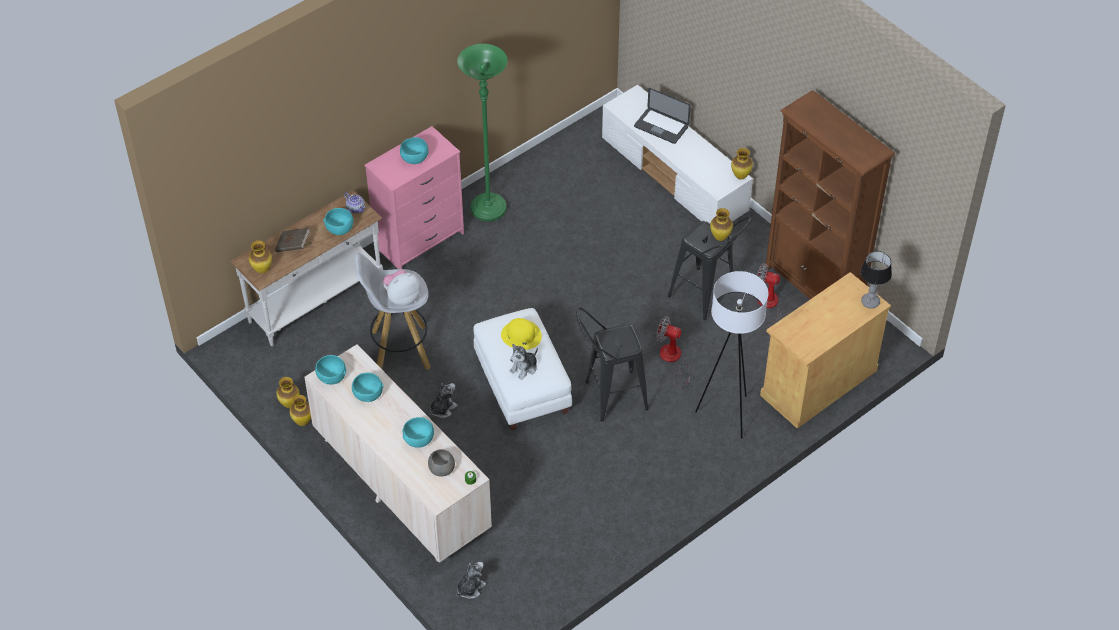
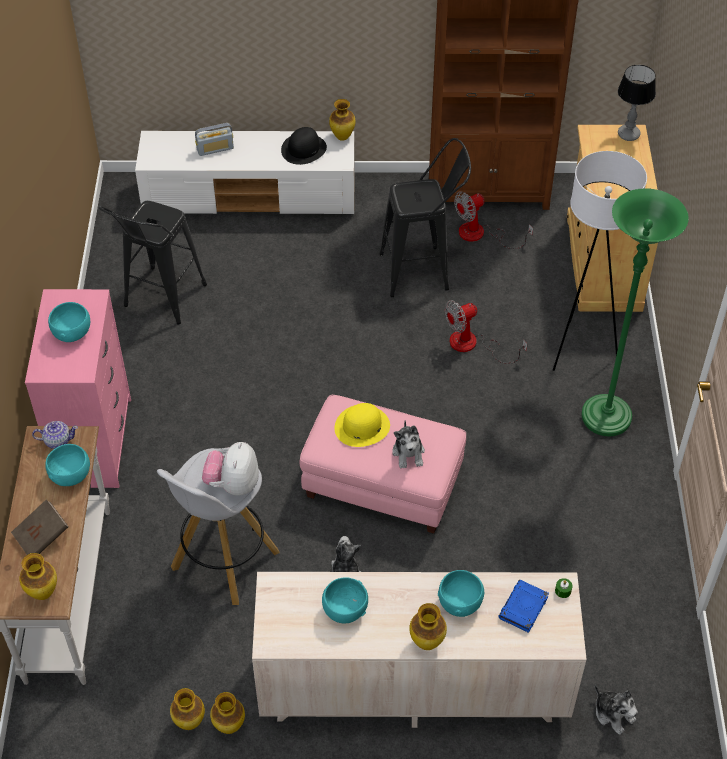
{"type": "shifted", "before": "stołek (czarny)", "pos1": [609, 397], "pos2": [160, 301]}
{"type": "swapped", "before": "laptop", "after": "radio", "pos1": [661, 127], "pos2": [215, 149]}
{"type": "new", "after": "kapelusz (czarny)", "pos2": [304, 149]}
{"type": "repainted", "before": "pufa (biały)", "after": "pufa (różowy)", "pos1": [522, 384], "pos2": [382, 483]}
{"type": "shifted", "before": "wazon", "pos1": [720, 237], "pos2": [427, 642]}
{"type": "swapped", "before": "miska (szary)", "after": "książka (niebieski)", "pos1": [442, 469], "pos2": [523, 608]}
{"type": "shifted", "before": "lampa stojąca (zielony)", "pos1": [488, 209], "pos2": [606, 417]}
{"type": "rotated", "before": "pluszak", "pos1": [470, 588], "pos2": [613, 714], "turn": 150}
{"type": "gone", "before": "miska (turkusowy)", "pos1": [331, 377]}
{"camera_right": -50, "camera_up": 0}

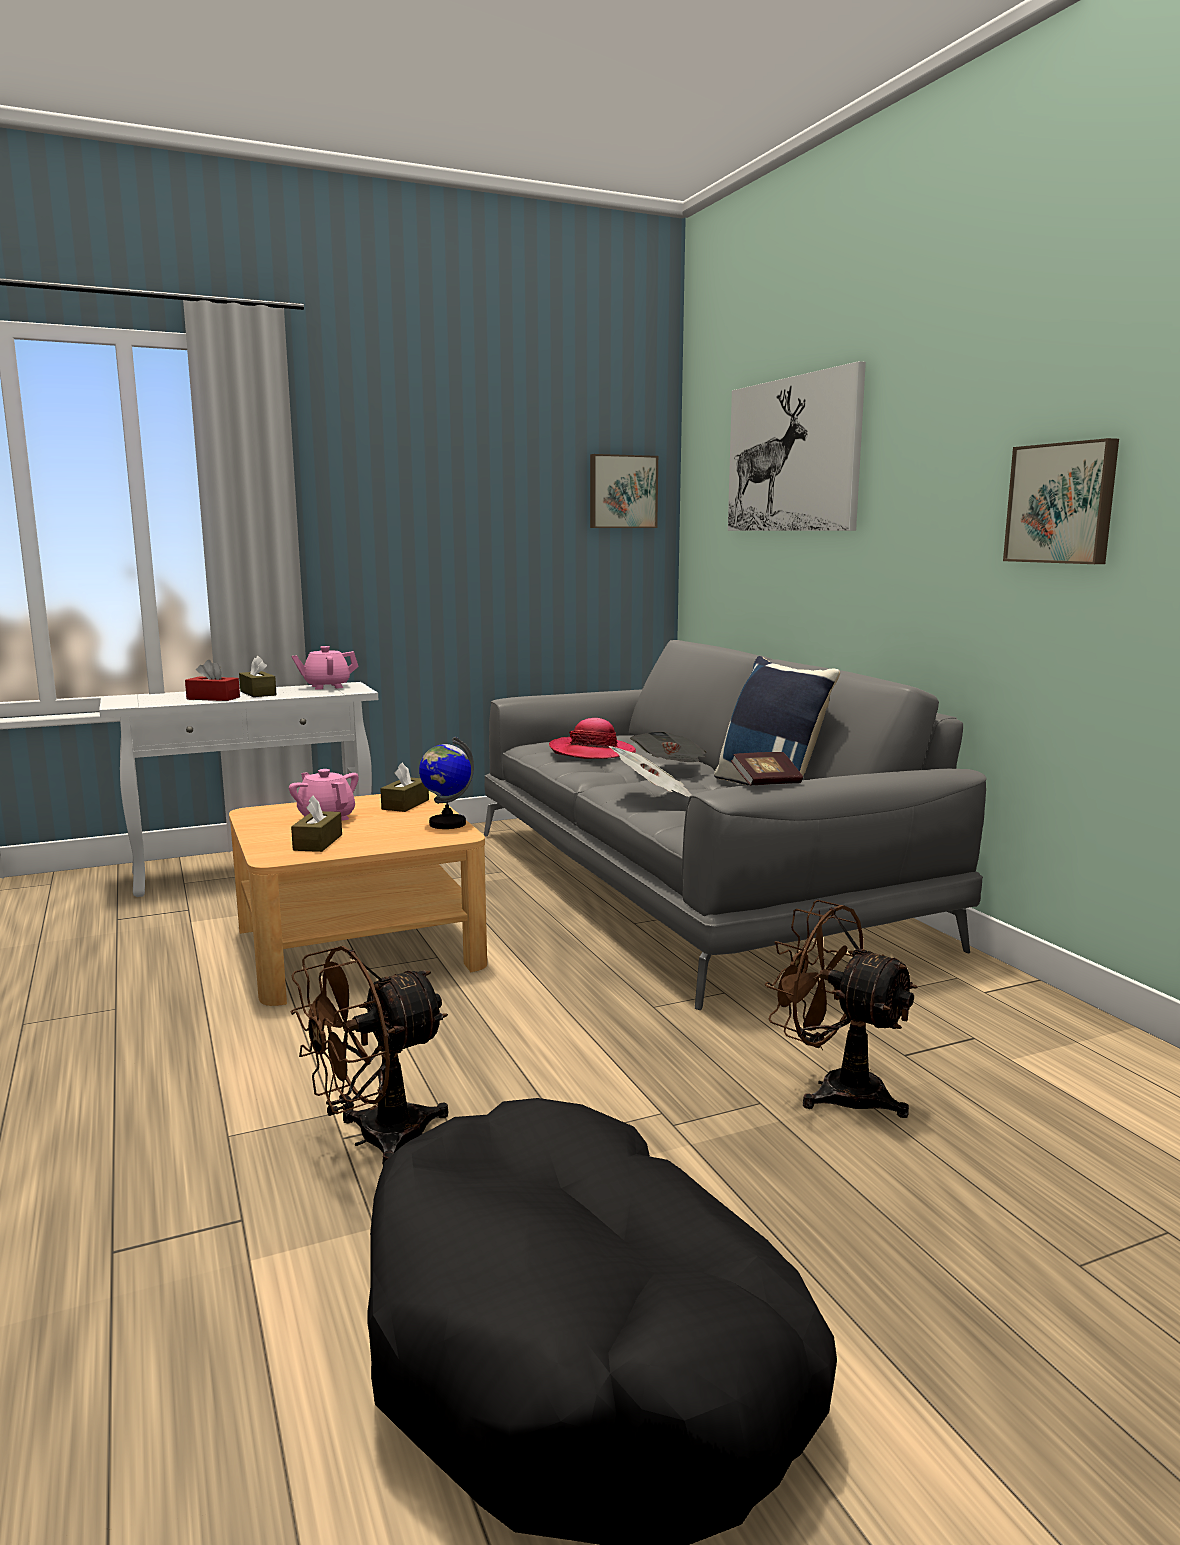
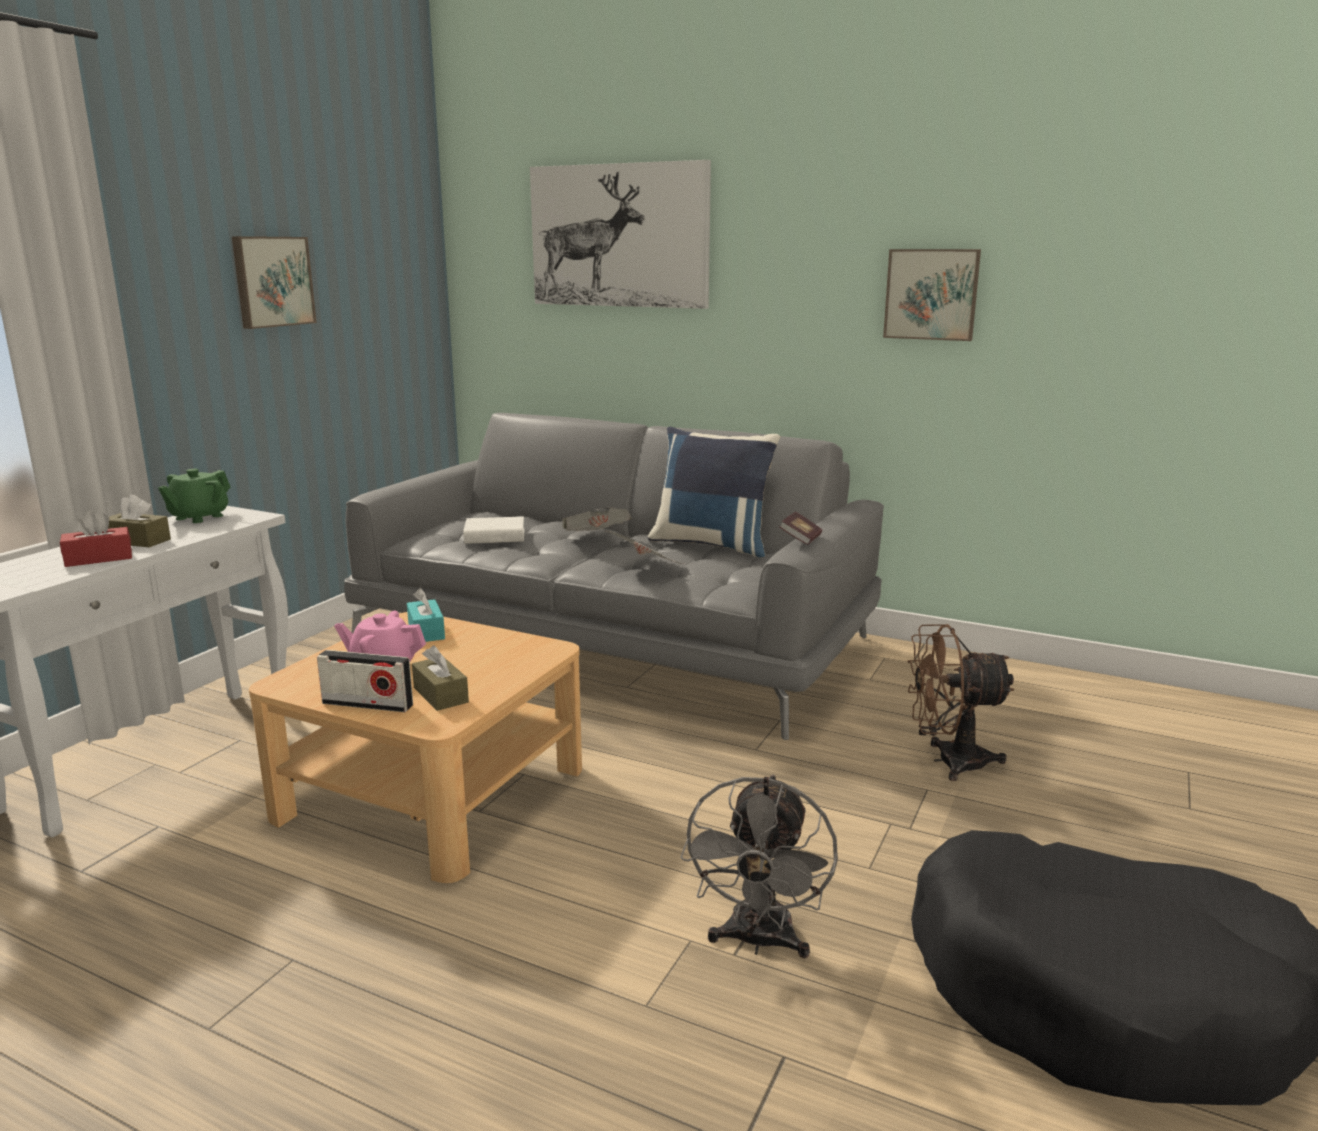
{"type": "repainted", "before": "imbryk (różowy)", "after": "imbryk (zielony)", "pos1": [326, 687], "pos2": [198, 517]}
{"type": "shifted", "before": "obraz", "pos1": [622, 492], "pos2": [272, 281]}
{"type": "new", "after": "radio", "pos2": [367, 704]}
{"type": "repainted", "before": "pudełko chusteczek (brązowy)", "after": "pudełko chusteczek (turkusowy)", "pos1": [405, 804], "pos2": [426, 631]}
{"type": "swapped", "before": "kapelusz", "after": "książka (biały)", "pos1": [592, 752], "pos2": [495, 537]}
{"type": "repainted", "before": "wentylator (brązowy)", "after": "wentylator (szary)", "pos1": [375, 1139], "pos2": [759, 942]}
{"type": "gone", "before": "globus", "pos1": [447, 824]}
{"camera_right": -40, "camera_up": 5}

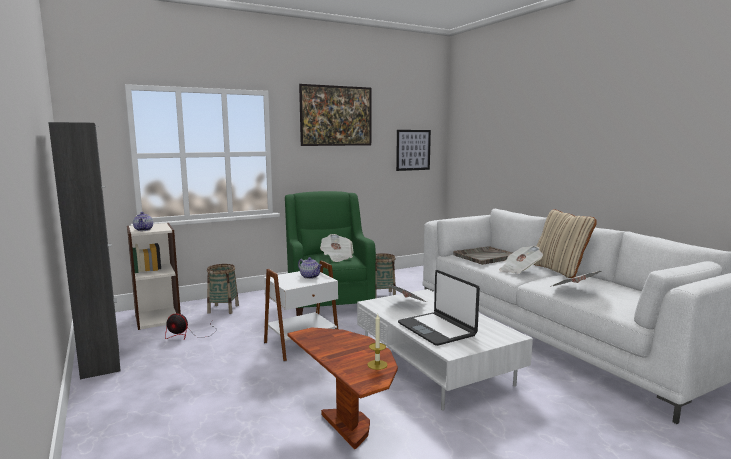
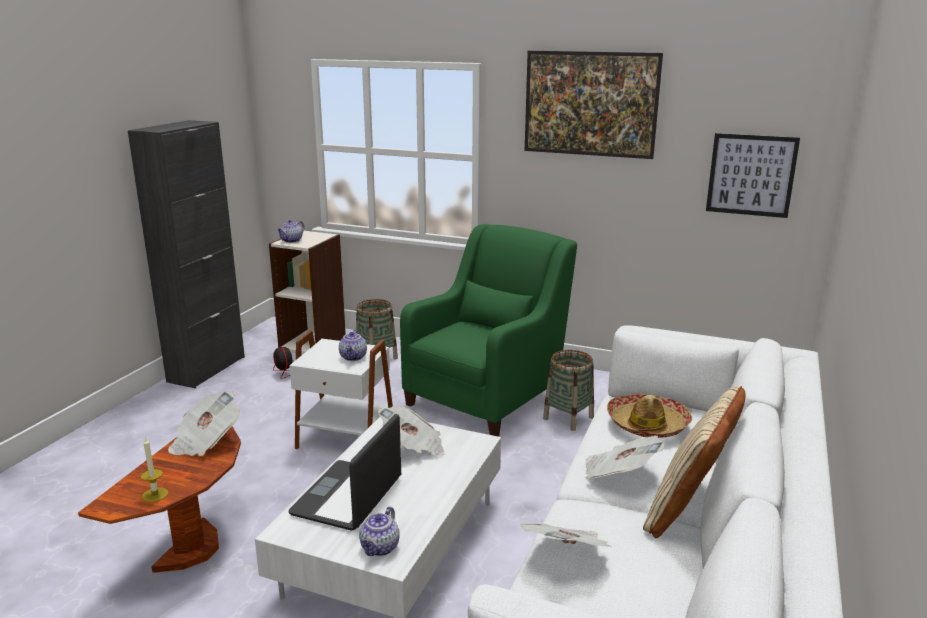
{"type": "shifted", "before": "gazeta", "pos1": [337, 257], "pos2": [205, 441]}
{"type": "new", "after": "imbryk", "pos2": [380, 548]}
{"type": "swapped", "before": "taca (szary)", "after": "kapelusz", "pos1": [485, 256], "pos2": [647, 424]}
{"camera_right": 50, "camera_up": 10}

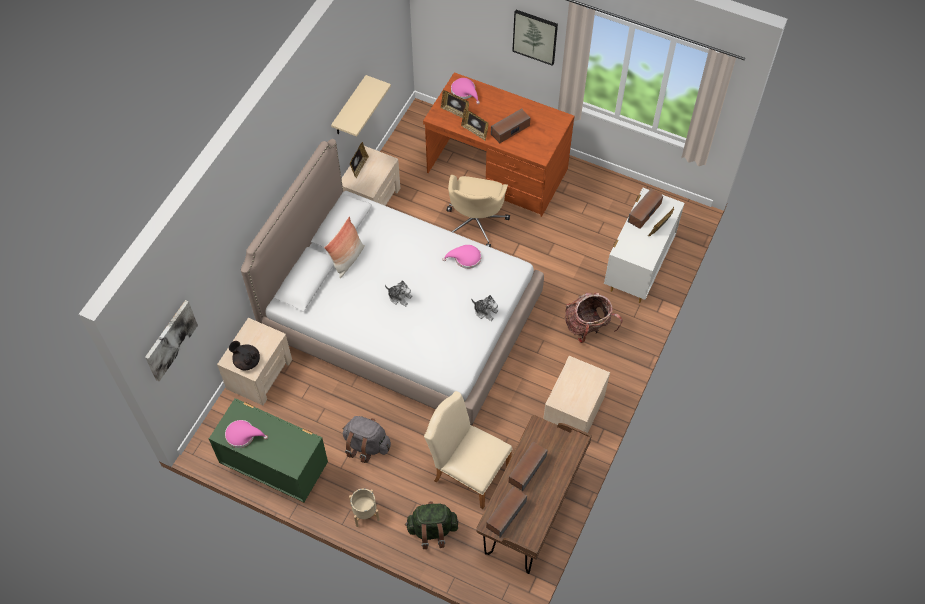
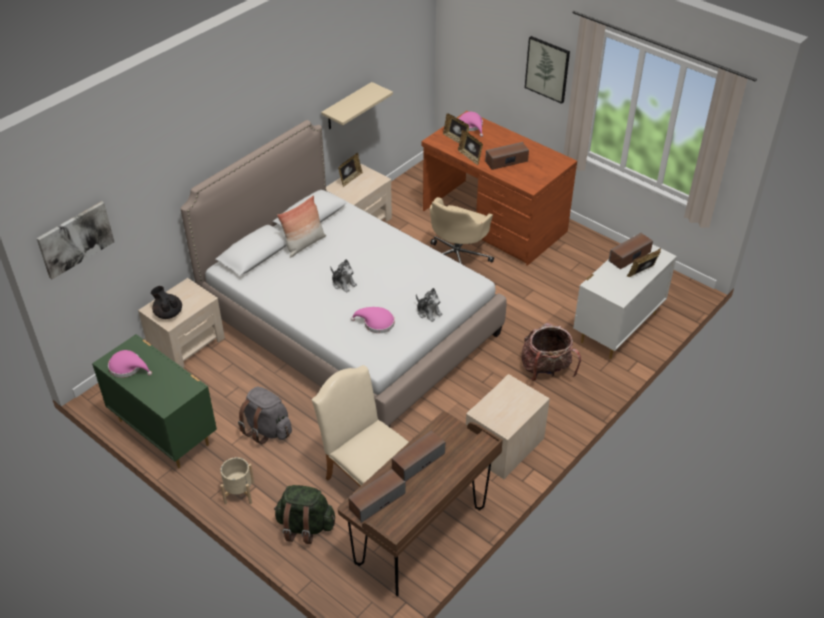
{"type": "shifted", "before": "kapelusz (różowy)", "pos1": [465, 258], "pos2": [376, 323]}
{"camera_right": 15, "camera_up": -15}

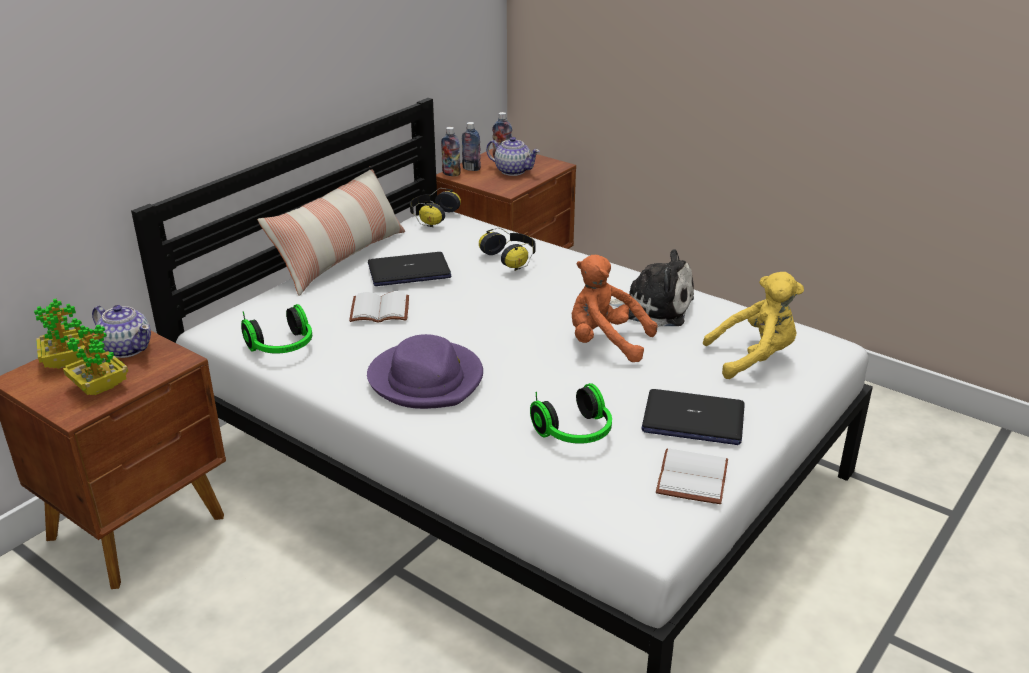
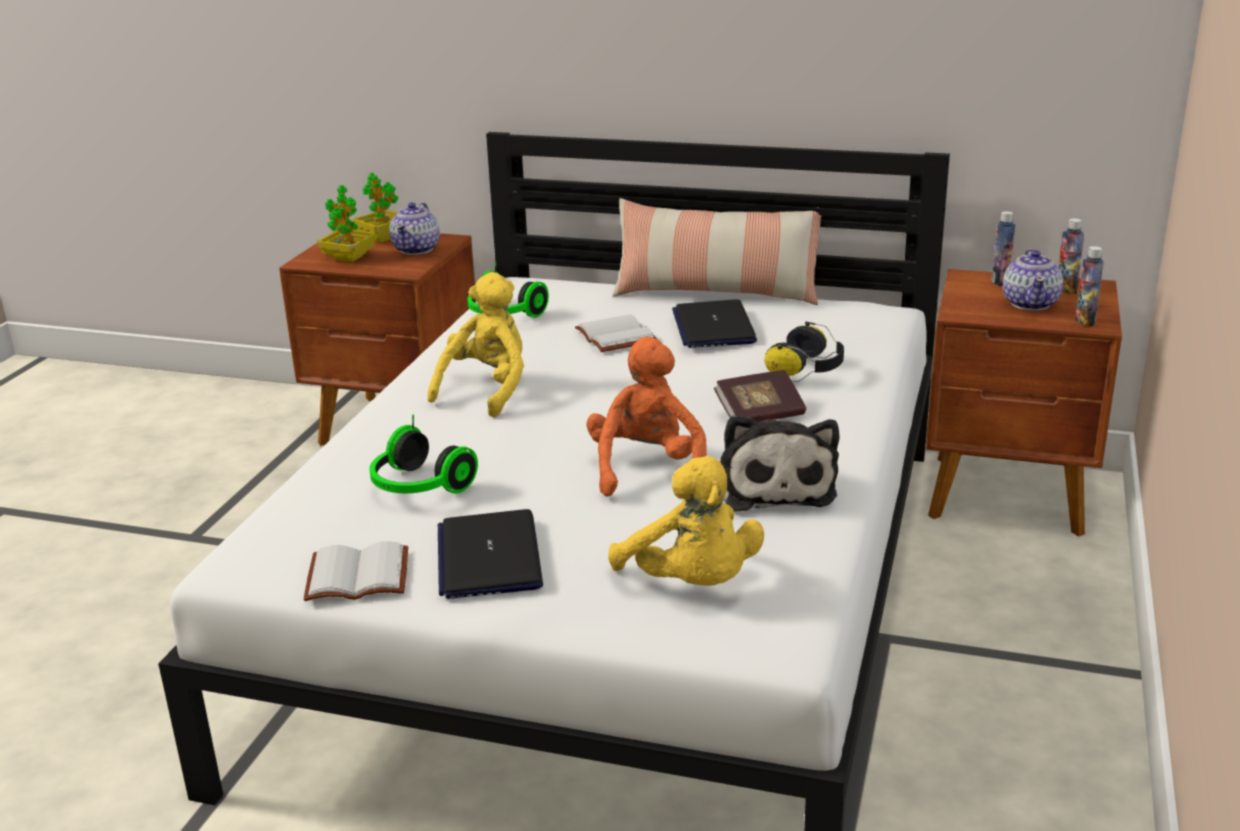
{"type": "swapped", "before": "kapelusz (fioletowy)", "after": "pluszak (żółty)", "pos1": [427, 379], "pos2": [487, 390]}
{"type": "rotated", "before": "laptop", "pos1": [409, 271], "pos2": [713, 326], "turn": -150}
{"type": "new", "after": "książka", "pos2": [759, 415]}
{"type": "shifted", "before": "butelka", "pos1": [451, 174], "pos2": [1085, 321]}
{"type": "gone", "before": "słuchawki", "pos1": [432, 217]}
{"camera_right": 70, "camera_up": -5}

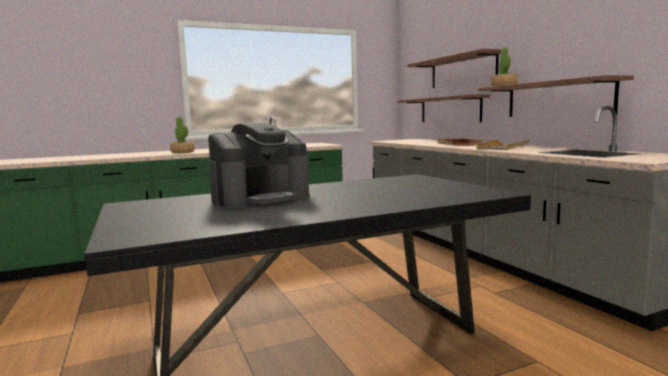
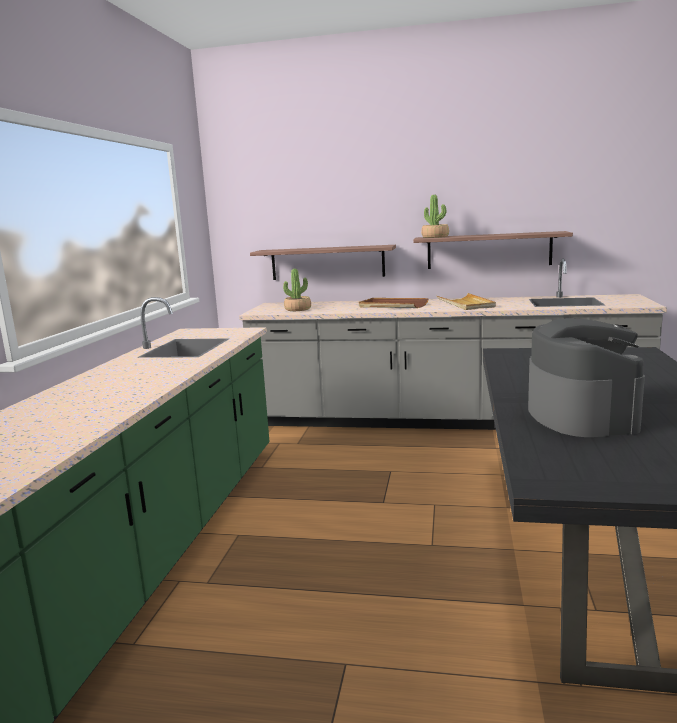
{"type": "shifted", "before": "roślina doniczkowa", "pos1": [182, 152], "pos2": [298, 309]}
{"type": "gone", "before": "półka", "pos1": [462, 71]}
{"camera_right": -55, "camera_up": 5}

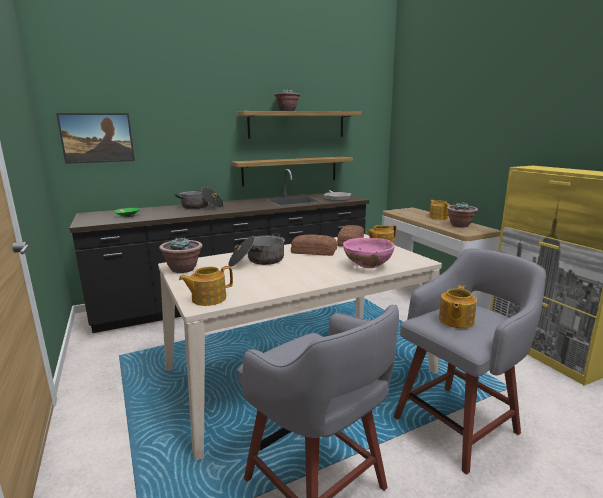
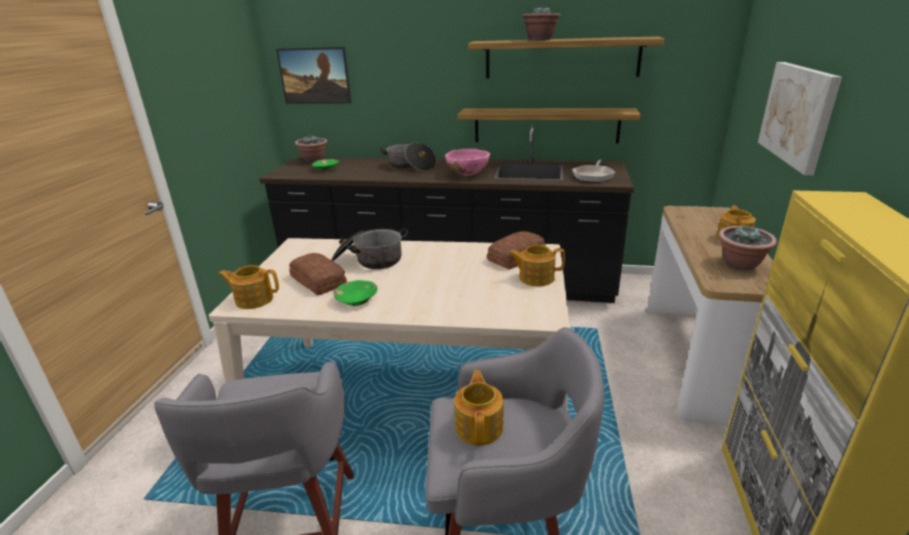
{"type": "shifted", "before": "chleb", "pos1": [313, 251], "pos2": [319, 280]}
{"type": "shifted", "before": "roślina doniczkowa", "pos1": [183, 269], "pos2": [314, 160]}
{"type": "new", "after": "miska (zielony)", "pos2": [356, 299]}
{"type": "shifted", "before": "miska (różowy)", "pos1": [367, 267], "pos2": [467, 174]}
{"type": "rotated", "before": "imbryk", "pos1": [455, 320], "pos2": [479, 426], "turn": 120}
{"type": "new", "after": "obraz", "pos2": [798, 114]}
{"camera_right": 35, "camera_up": 10}

